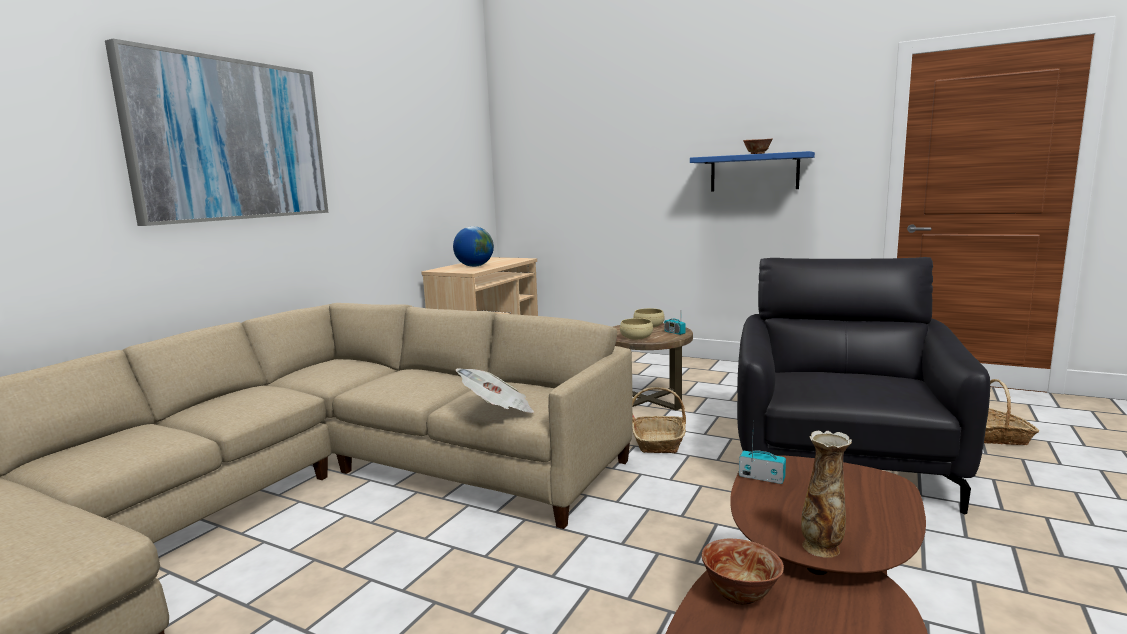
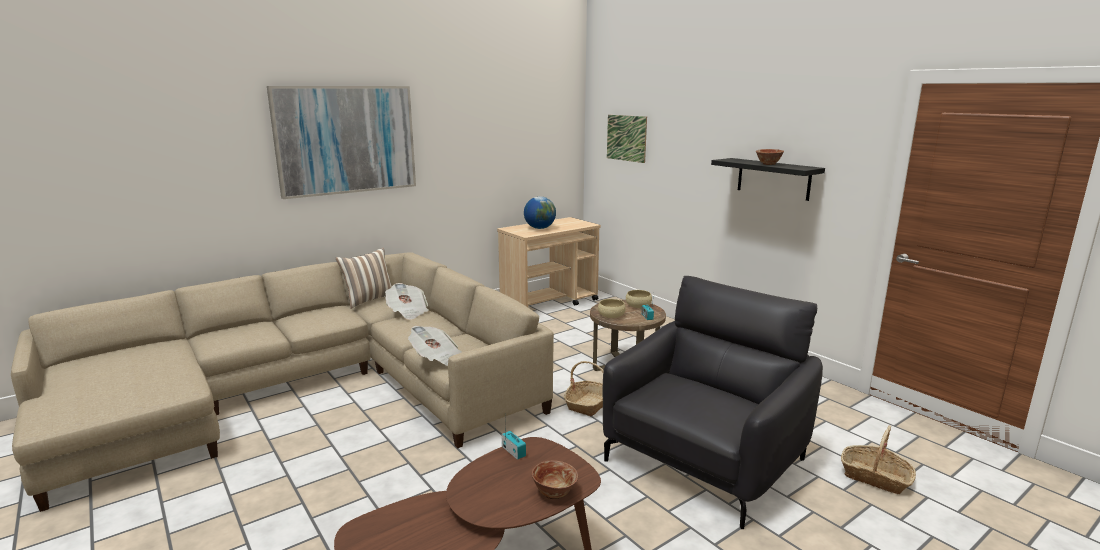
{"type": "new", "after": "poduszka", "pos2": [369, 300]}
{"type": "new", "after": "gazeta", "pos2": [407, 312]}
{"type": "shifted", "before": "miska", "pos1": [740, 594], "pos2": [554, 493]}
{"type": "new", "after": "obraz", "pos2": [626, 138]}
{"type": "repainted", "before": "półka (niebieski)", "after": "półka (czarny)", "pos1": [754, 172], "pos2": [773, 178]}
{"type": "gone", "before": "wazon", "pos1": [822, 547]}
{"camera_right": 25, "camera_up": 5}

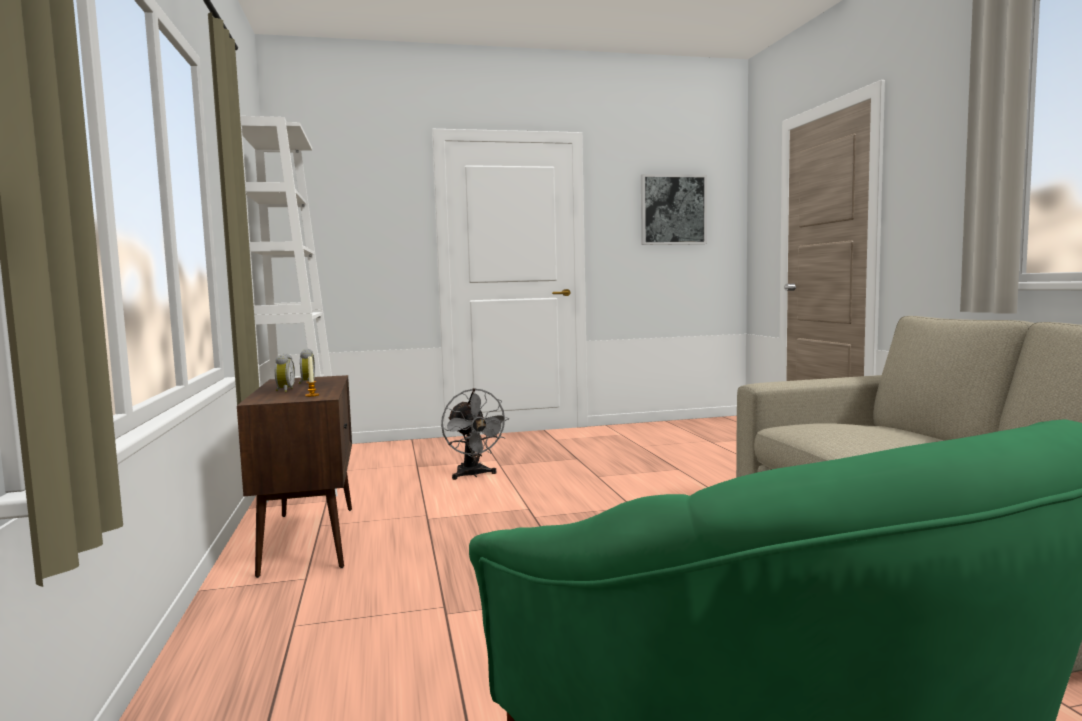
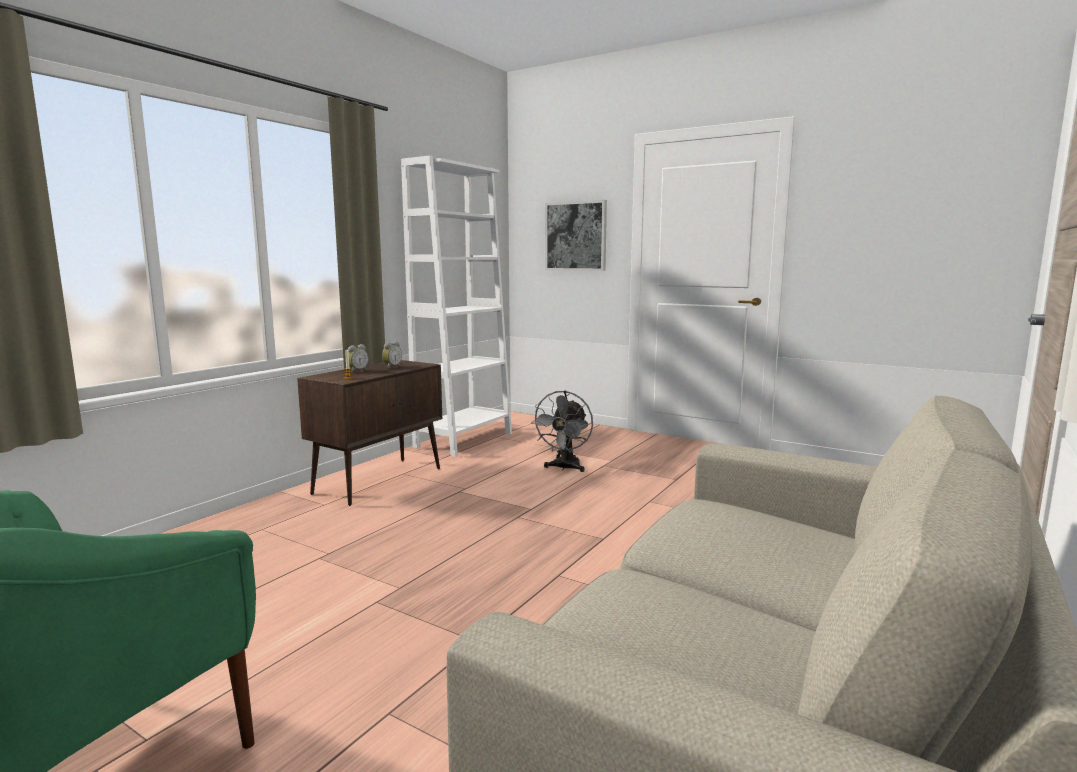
{"type": "shifted", "before": "obraz", "pos1": [673, 210], "pos2": [576, 236]}
{"camera_right": 45, "camera_up": 5}

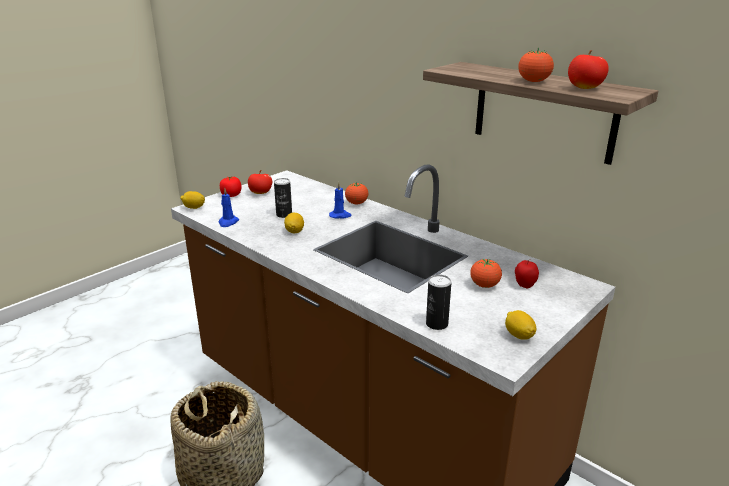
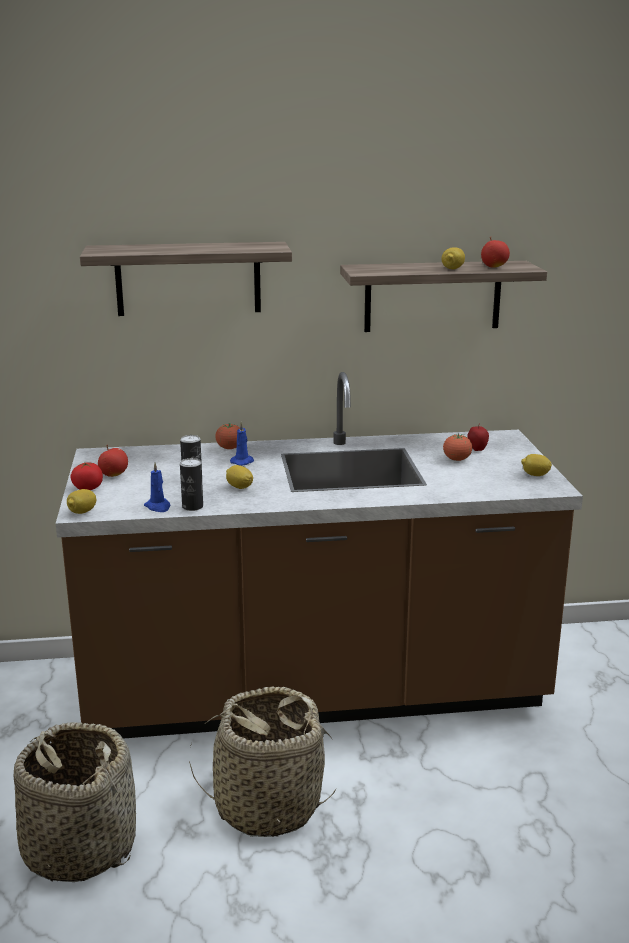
{"type": "new", "after": "koszyk", "pos2": [79, 846]}
{"type": "new", "after": "półka", "pos2": [188, 279]}
{"type": "shifted", "before": "puszka", "pos1": [437, 324], "pos2": [192, 507]}
{"type": "swapped", "before": "pomidor", "after": "cytryna", "pos1": [533, 82], "pos2": [452, 269]}
{"camera_right": -50, "camera_up": -5}

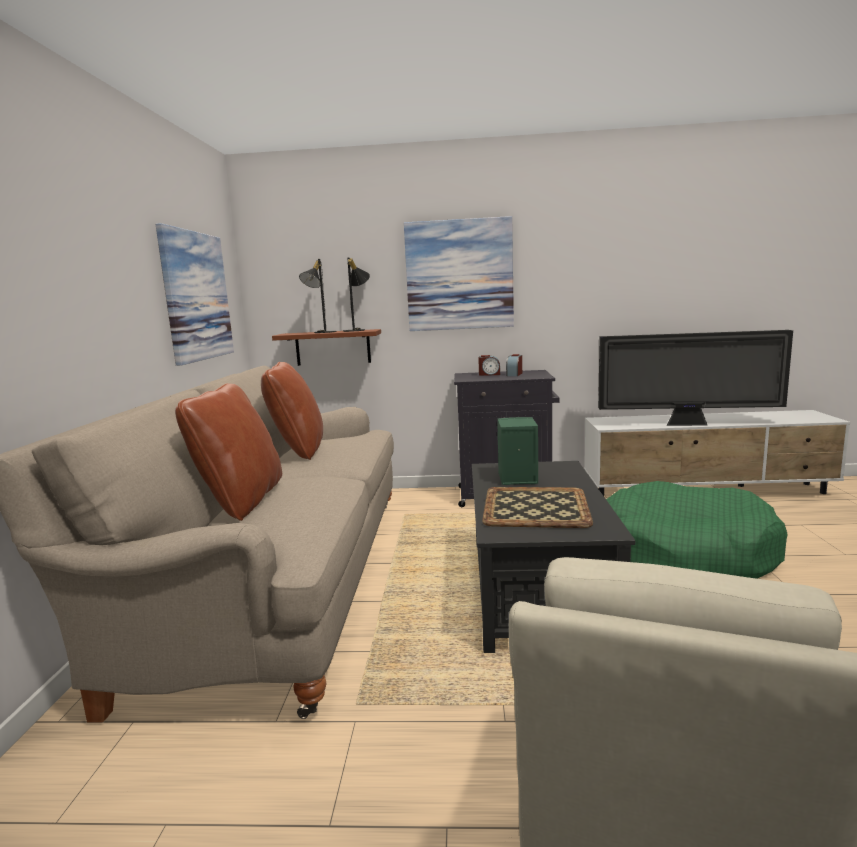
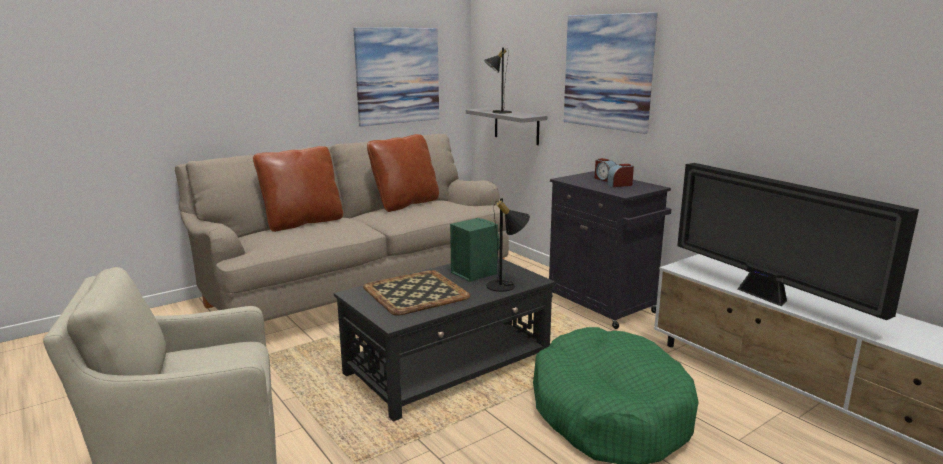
{"type": "repainted", "before": "półka (brązowy)", "after": "półka (szary)", "pos1": [333, 347], "pos2": [516, 126]}
{"type": "shifted", "before": "lampa stołowa (czarny)", "pos1": [357, 330], "pos2": [506, 286]}
{"camera_right": 50, "camera_up": 5}

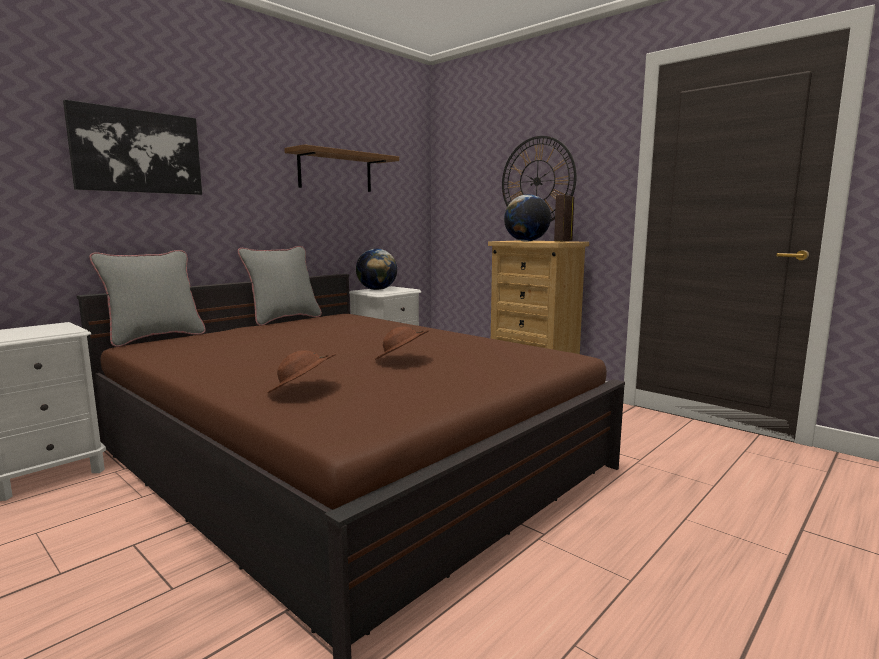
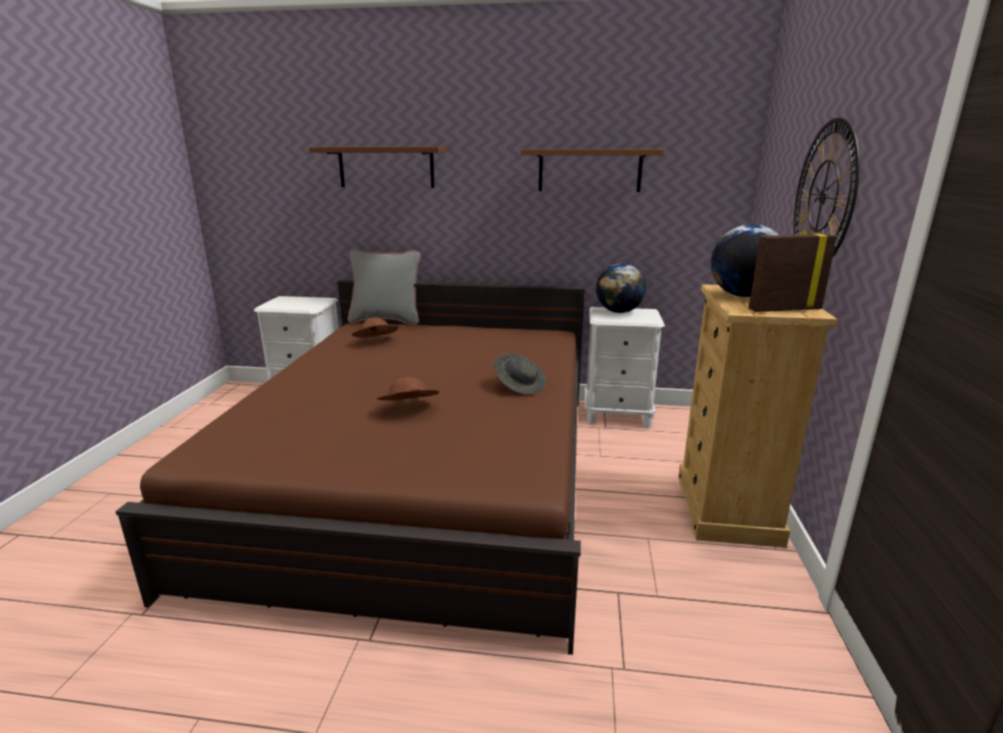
{"type": "swapped", "before": "obraz", "after": "półka (brązowy)", "pos1": [137, 152], "pos2": [386, 167]}
{"type": "shifted", "before": "kapelusz (brązowy)", "pos1": [302, 391], "pos2": [375, 342]}
{"type": "new", "after": "kapelusz (szary)", "pos2": [520, 386]}
{"type": "gone", "before": "poduszka (szary)", "pos1": [283, 319]}
{"camera_right": 55, "camera_up": 10}

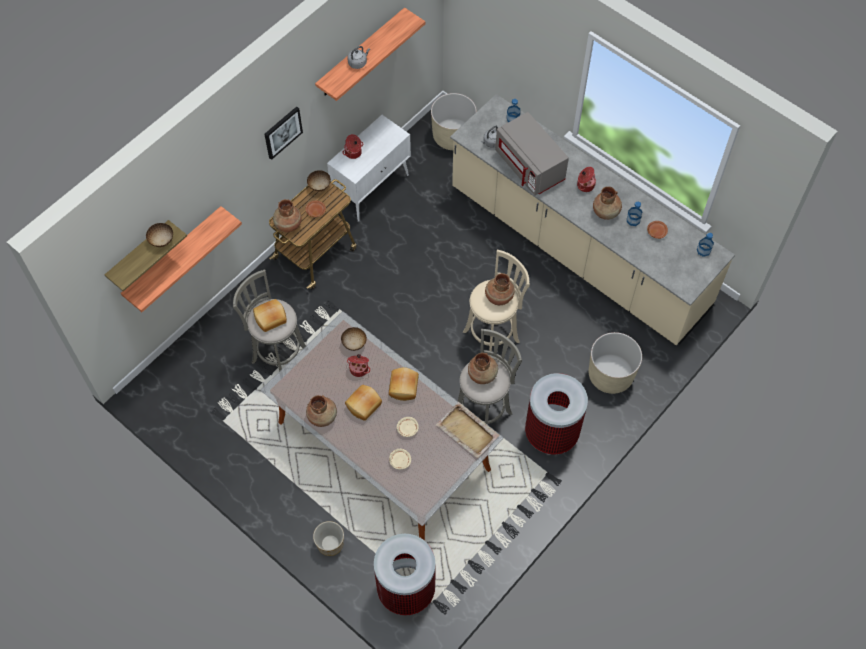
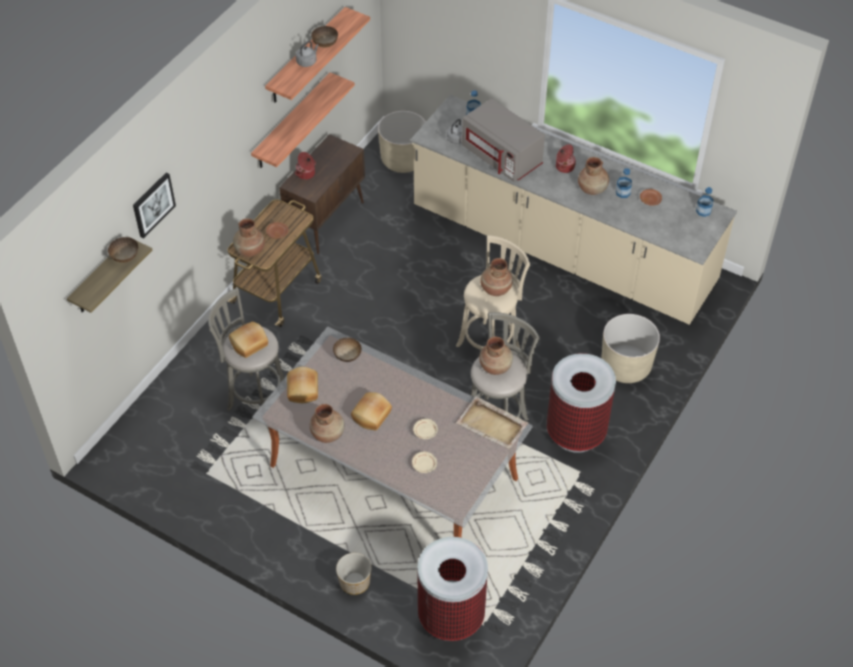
{"type": "shifted", "before": "obraz", "pos1": [282, 132], "pos2": [153, 204]}
{"type": "shifted", "before": "półka", "pos1": [174, 256], "pos2": [292, 122]}
{"type": "repainted", "before": "szafka (biały)", "after": "szafka (brązowy)", "pos1": [372, 189], "pos2": [326, 220]}
{"type": "shifted", "before": "chleb", "pos1": [404, 387], "pos2": [304, 390]}
{"type": "shifted", "before": "miska", "pos1": [319, 186], "pos2": [324, 44]}
{"type": "gone", "before": "garnek", "pos1": [359, 368]}
{"camera_right": -10, "camera_up": -10}

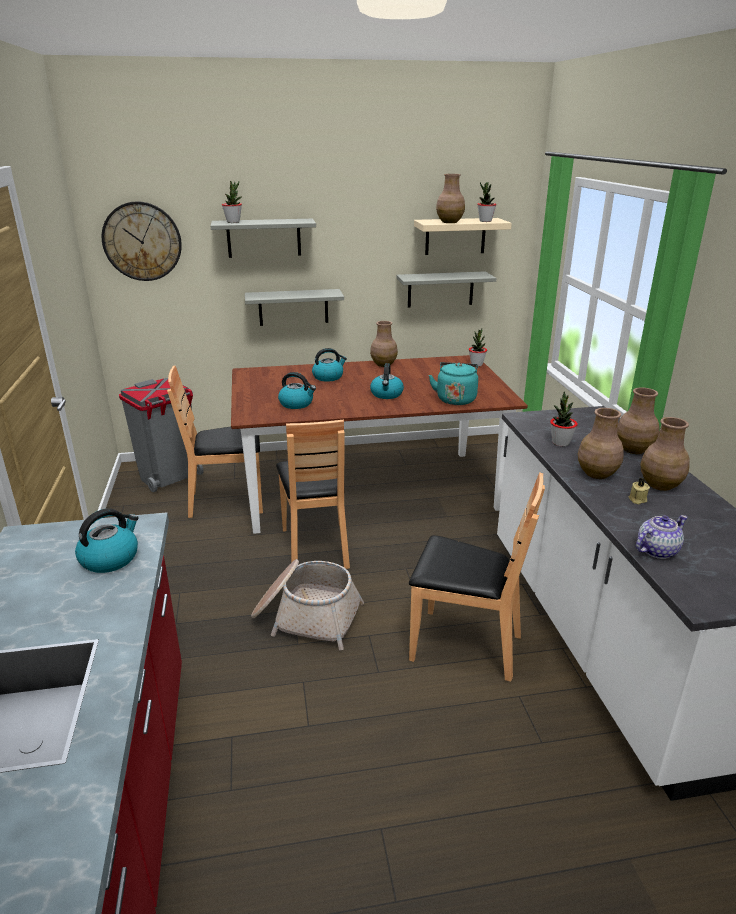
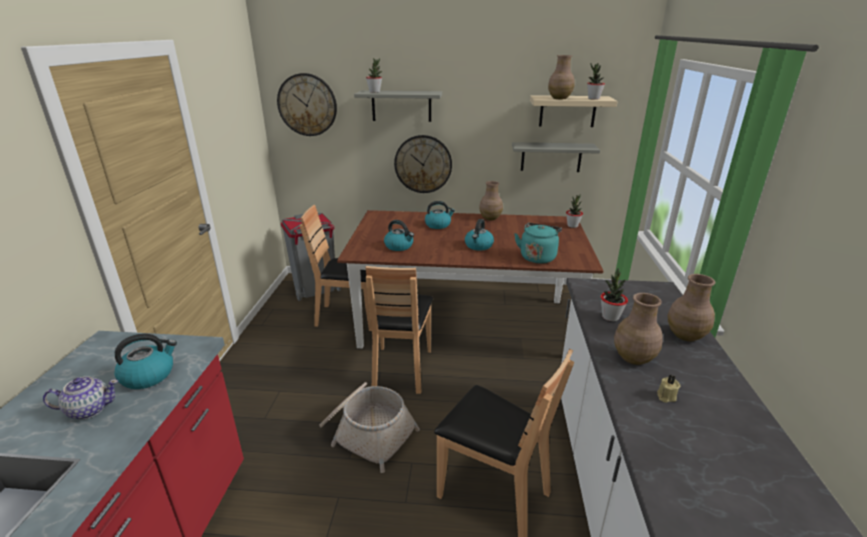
{"type": "shifted", "before": "imbryk", "pos1": [656, 550], "pos2": [89, 409]}
{"type": "swapped", "before": "półka (szary)", "after": "zegar ścienny", "pos1": [293, 307], "pos2": [423, 164]}
{"type": "gone", "before": "wazon (brązowy)", "pos1": [661, 485]}
{"camera_right": 15, "camera_up": 0}

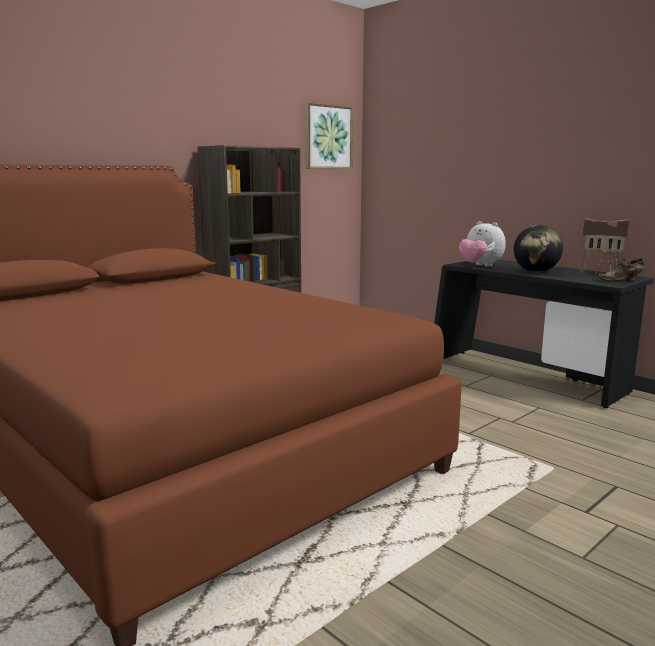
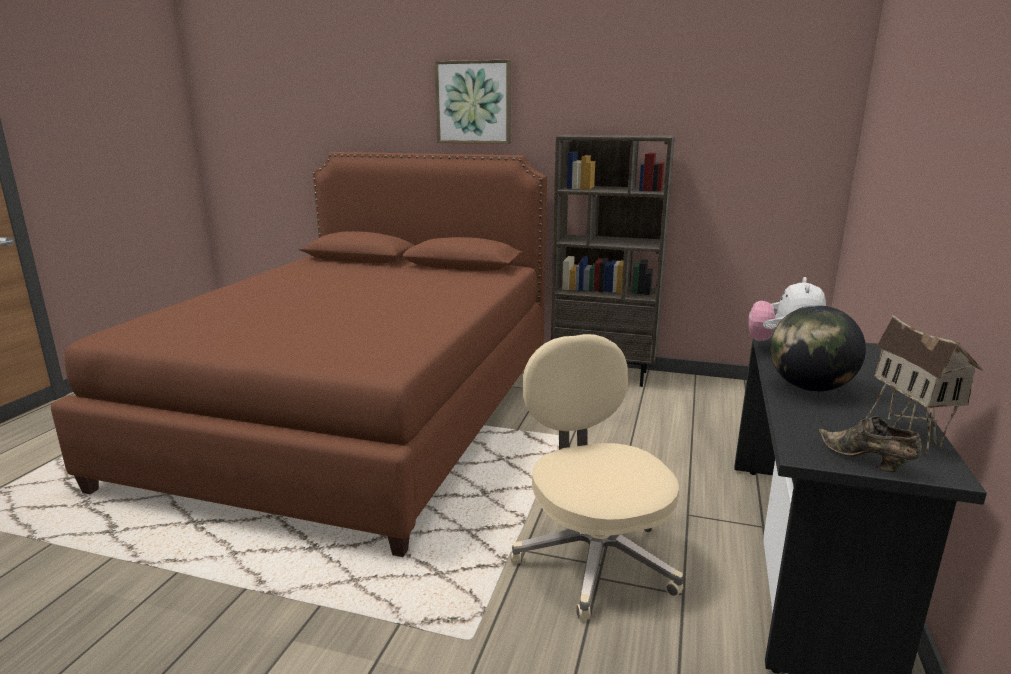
{"type": "shifted", "before": "obraz", "pos1": [328, 137], "pos2": [473, 102]}
{"type": "new", "after": "krzesło biurowe (beżowy)", "pos2": [594, 557]}
{"camera_right": 60, "camera_up": 5}

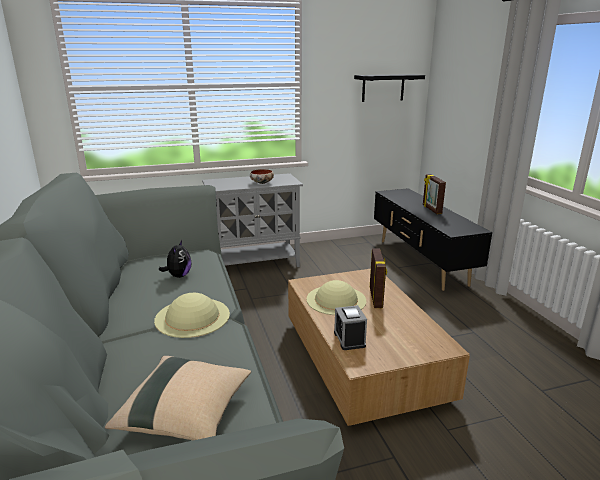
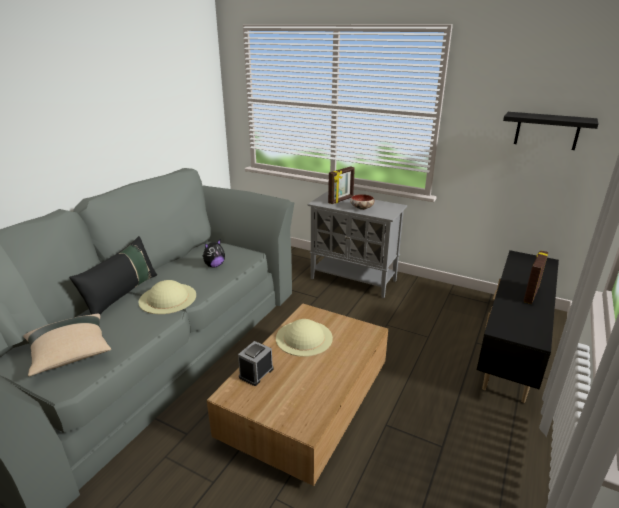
{"type": "new", "after": "poduszka (czarny)", "pos2": [122, 294]}
{"type": "shifted", "before": "ramka na zdjęcie", "pos1": [376, 298], "pos2": [341, 200]}
{"camera_right": 45, "camera_up": 5}

